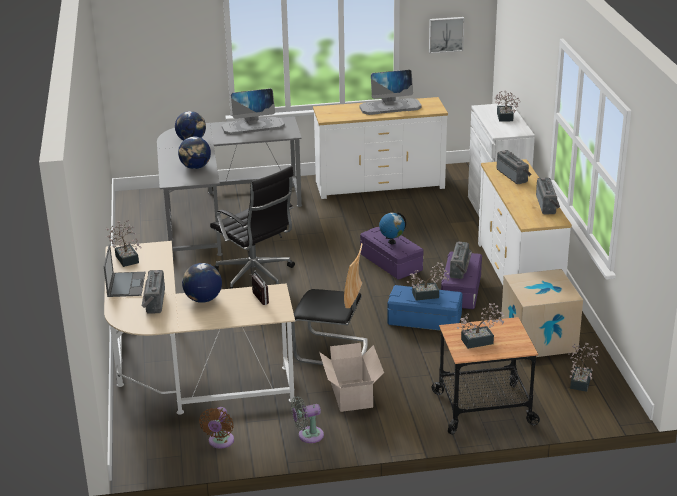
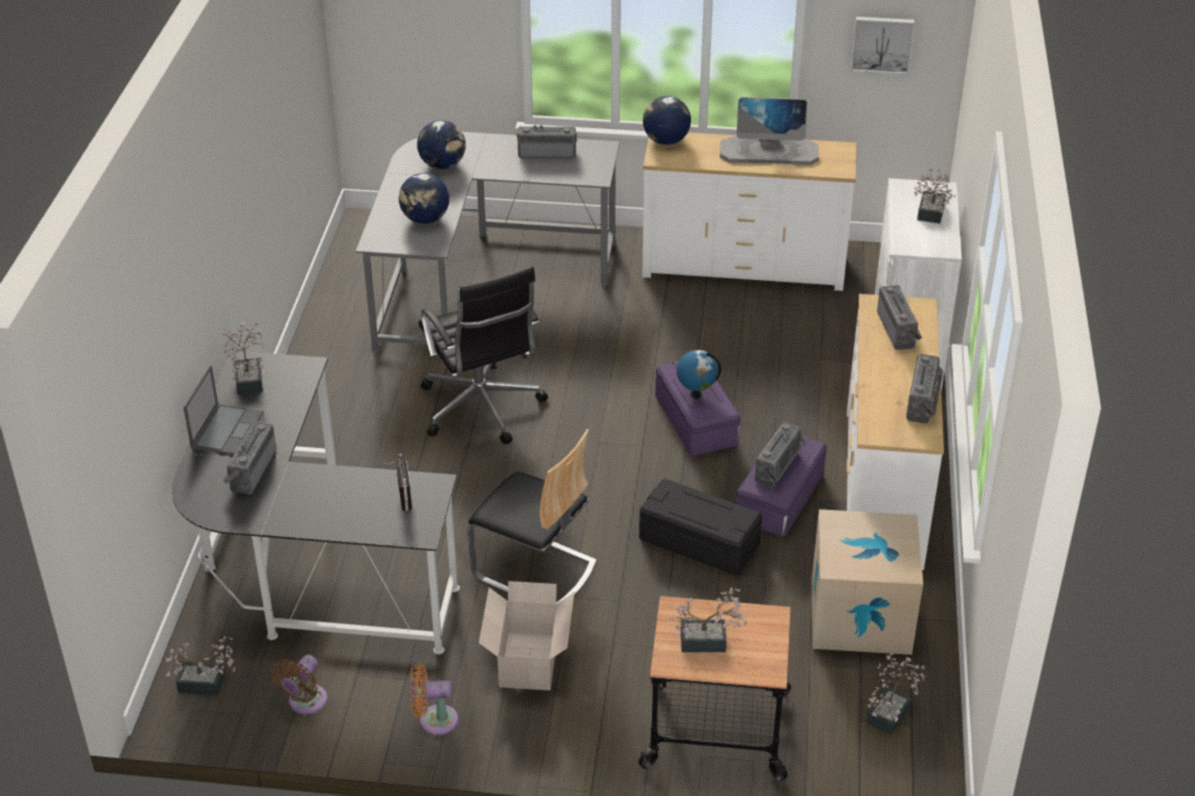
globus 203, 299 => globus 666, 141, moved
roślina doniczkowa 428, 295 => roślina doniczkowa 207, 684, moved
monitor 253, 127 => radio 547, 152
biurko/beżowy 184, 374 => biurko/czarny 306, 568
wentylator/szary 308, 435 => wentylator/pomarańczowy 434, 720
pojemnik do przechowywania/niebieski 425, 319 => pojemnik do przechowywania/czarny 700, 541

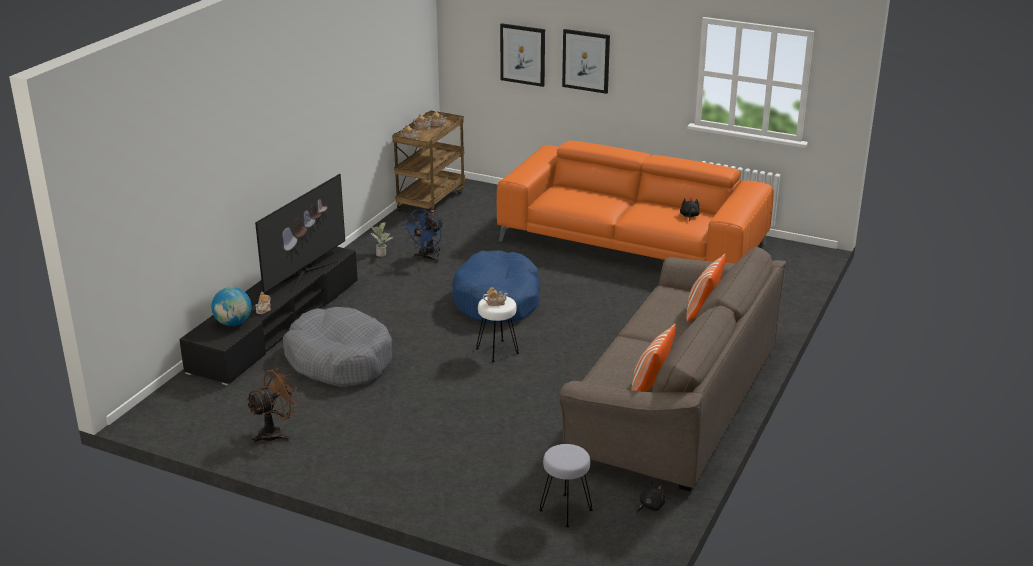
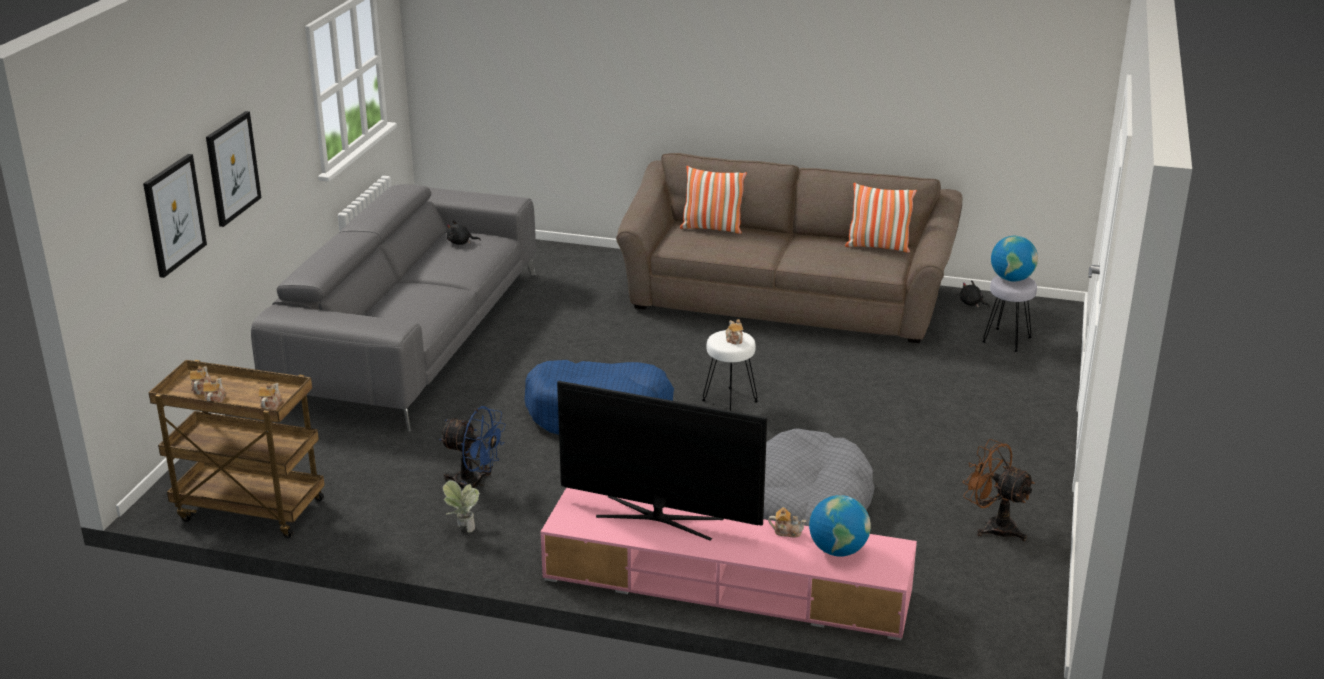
nothing => globus 1011, 279
szafka pod telewizor/czarny 276, 324 => szafka pod telewizor/różowy 725, 585
kanapa/pomarańczowy 632, 243 => kanapa/szary 410, 336

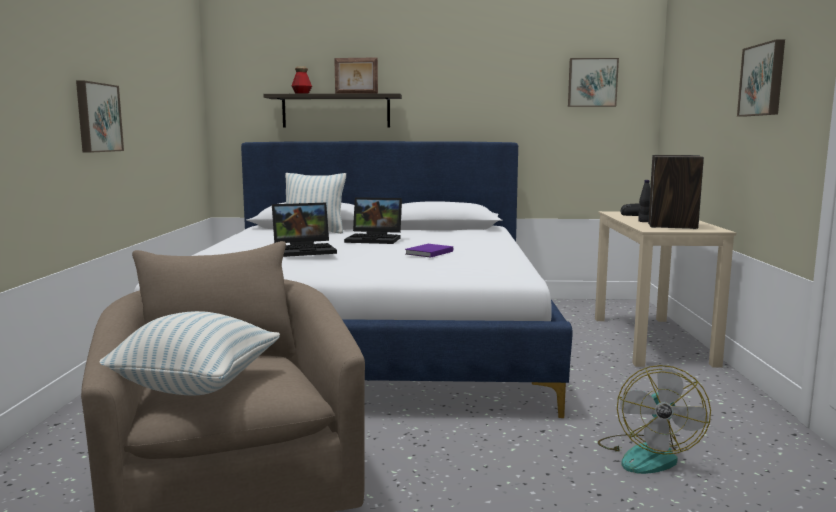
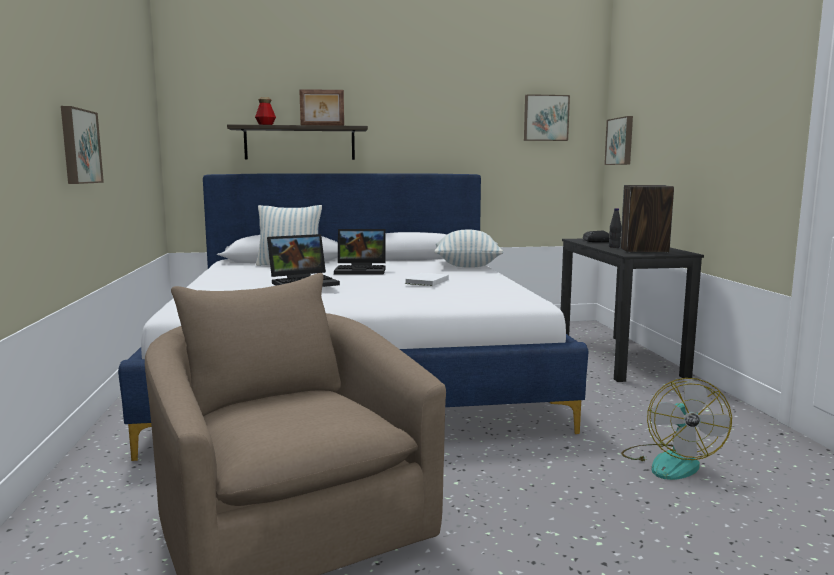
poduszka 195, 385 => poduszka 467, 266, moved
obraz 763, 80 => obraz 620, 141, moved
książka/fioletowy 428, 253 => książka/biały 426, 282
biurko/beżowy 651, 340 => biurko/czarny 619, 357

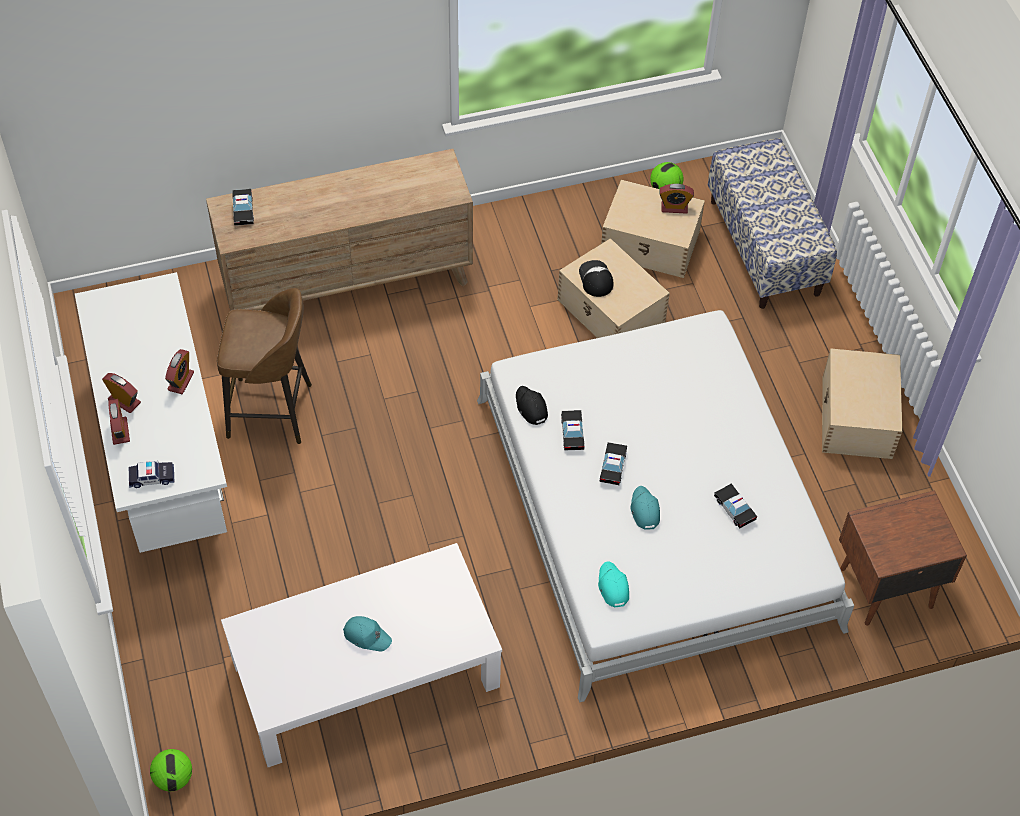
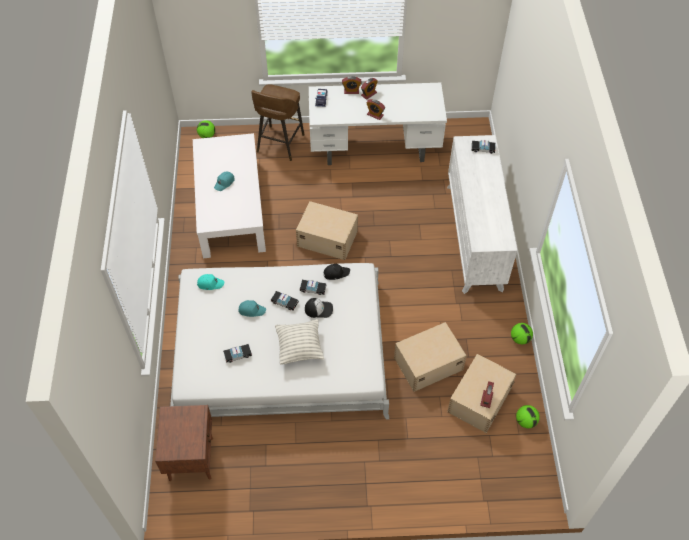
ławka 765, 247 => nothing
nothing => poduszka 299, 348
nothing => piłka futbolowa 520, 339
stołek/brązowy 273, 411 => stołek/brązowy 279, 144, moved
czapka z daszkiem 595, 279 => czapka z daszkiem 319, 309, moved
pojemnik do przechowywania/beżowy 856, 418 => pojemnik do przechowywania/beżowy 327, 238, moved
komoda/brązowy 347, 282 => komoda/biały 474, 237

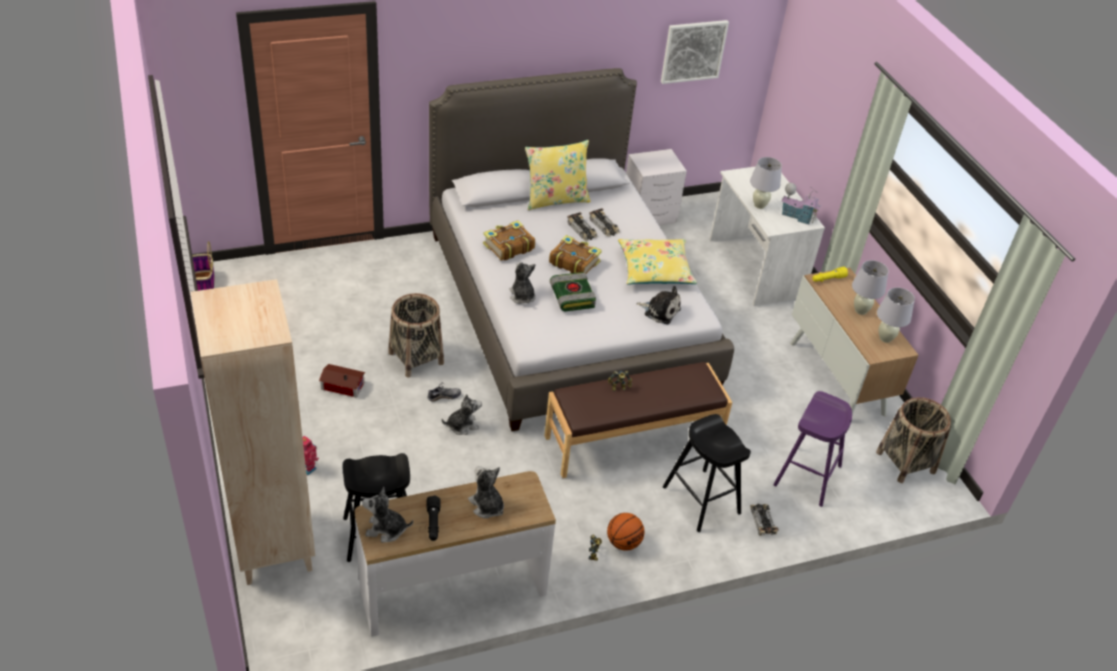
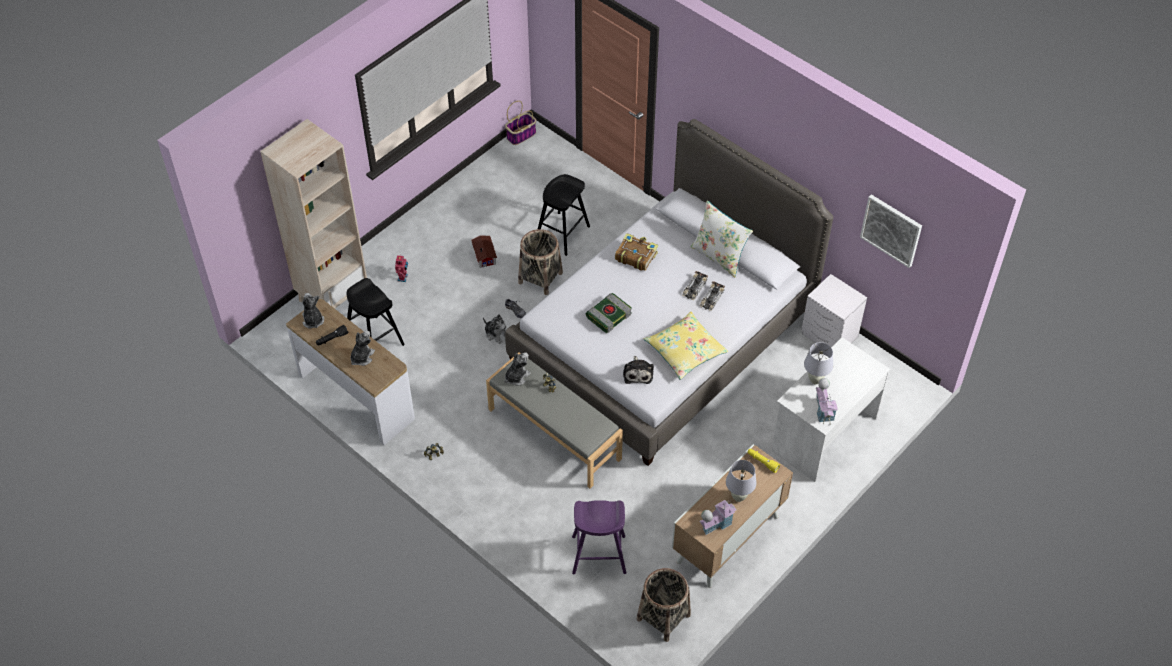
książka 574, 262 => nothing
piłka do koszykówki 623, 542 => nothing
samochodzik 762, 520 => nothing
pluszak 522, 296 => pluszak 516, 376, moved
stołek/czarny 701, 500 => stołek/czarny 562, 234, moved
lampa stołowa/biały 885, 338 => domek 716, 524
poduszka/żółty 555, 199 => poduszka/biały 719, 256
ławka/brązowy 632, 440 => ławka/szary 555, 433

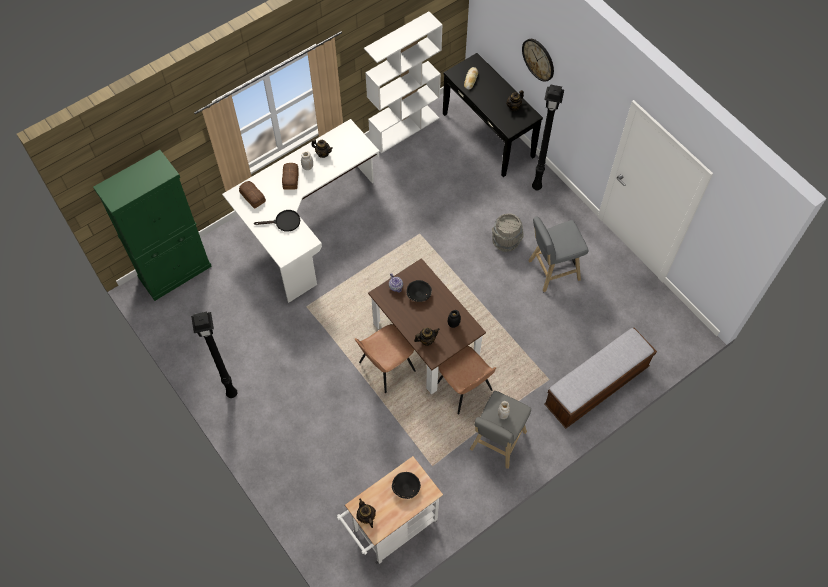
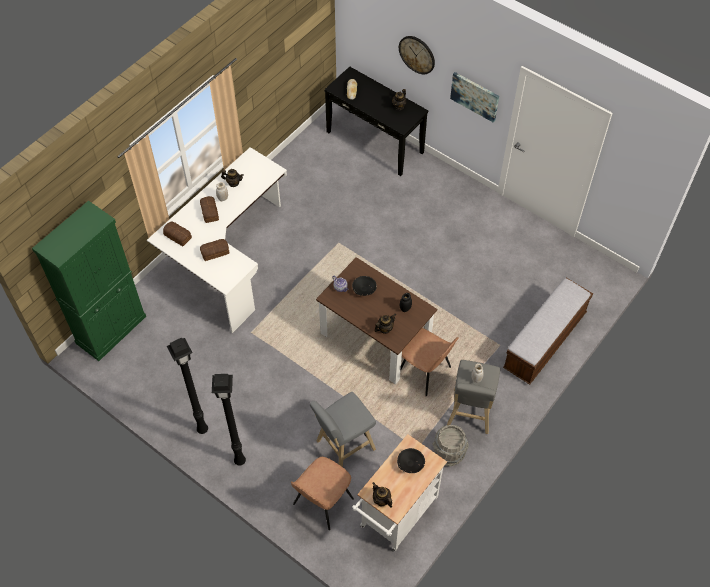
regał/biały 404, 128 => nothing
nothing => obraz 475, 96
krzesło/brązowy 385, 367 => krzesło/brązowy 322, 502, moved
wiadro/szary 505, 241 => wiadro/szary 448, 452, moved
stołek/szary 551, 271 => stołek/szary 343, 446, moved
lampa stojąca/czarny 536, 187 => lampa stojąca/czarny 239, 462, moved
patelnia/czarny 284, 222 => chleb 215, 252

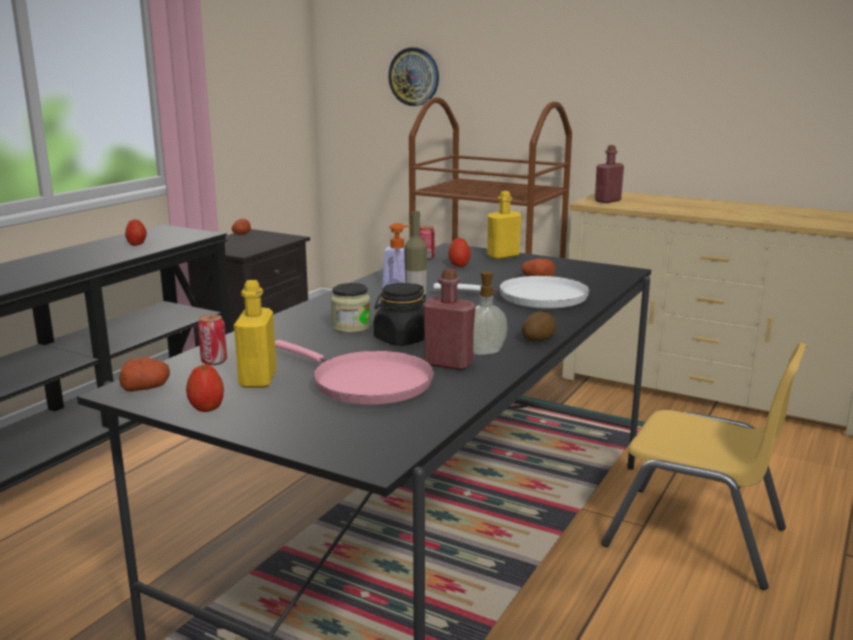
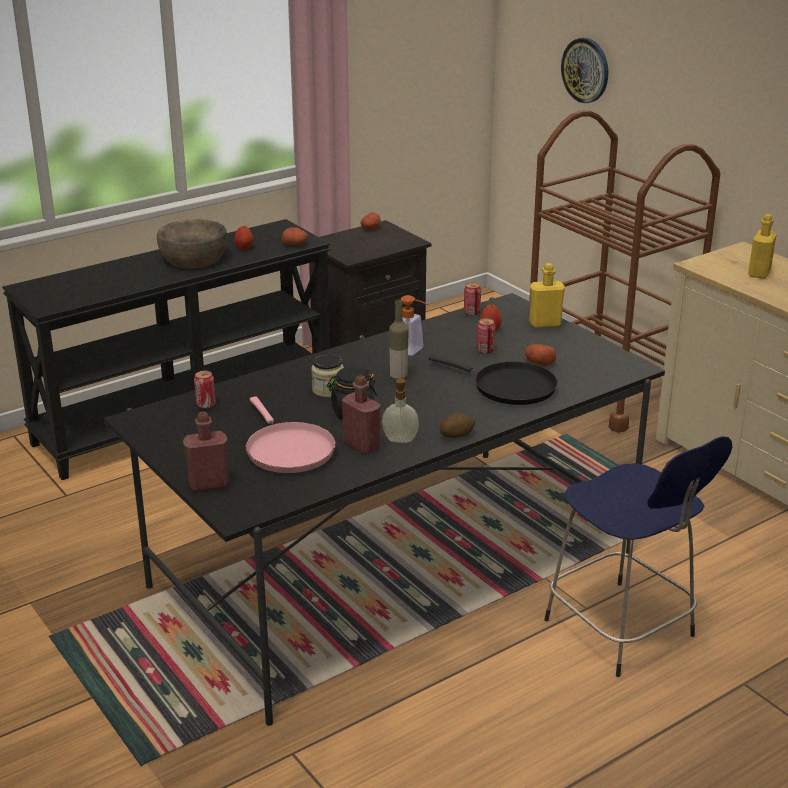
jabłko 207, 408 => nothing
nothing => miska/brązowy 193, 259
nothing => puszka 485, 350
ziemniak 146, 388 => ziemniak 295, 244, moved
butelka/żółty 258, 379 => butelka/żółty 759, 273, moved
butelka/czerwony 607, 201 => butelka/czerwony 208, 484, moved
krzesło/żółty 696, 537 => stołek/niebieski 622, 631
patelnia/biały 535, 298 => patelnia/czarny 509, 387

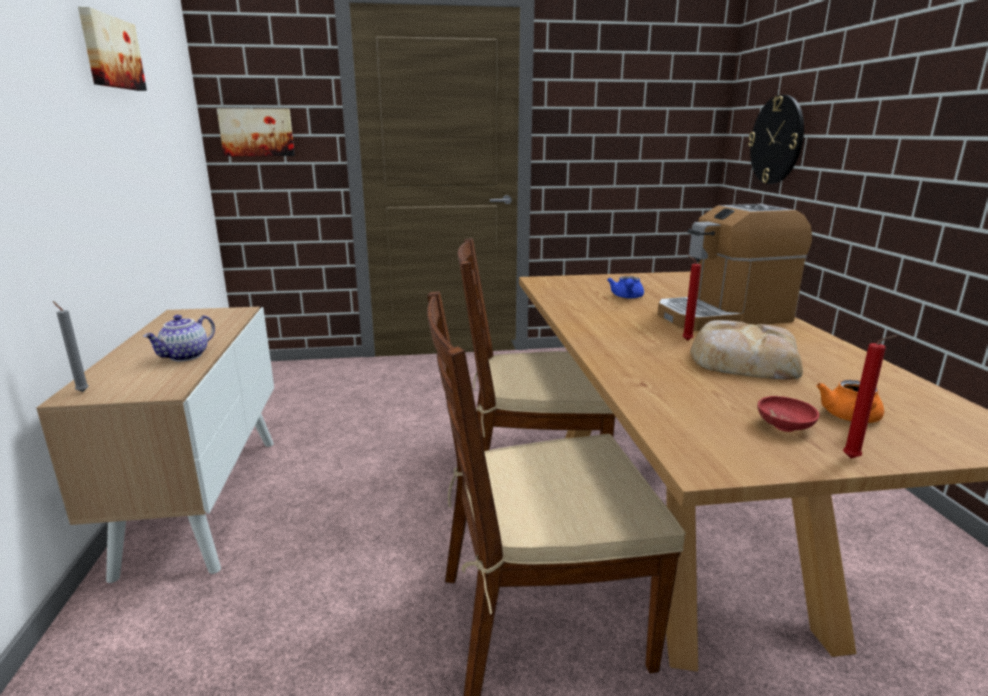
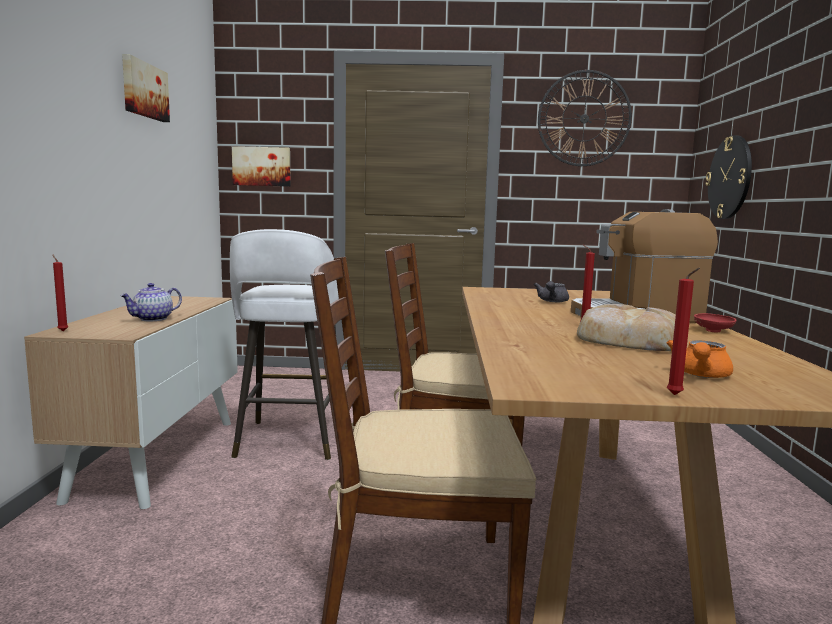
nothing => stołek/biały 289, 441
nothing => zegar ścienny 584, 118
miska/czerwony 784, 426 => miska/czerwony 713, 331, moved
świeca/szary 81, 391 => świeca/czerwony 62, 331
imbryk/niebieski 627, 297 => imbryk/szary 552, 301

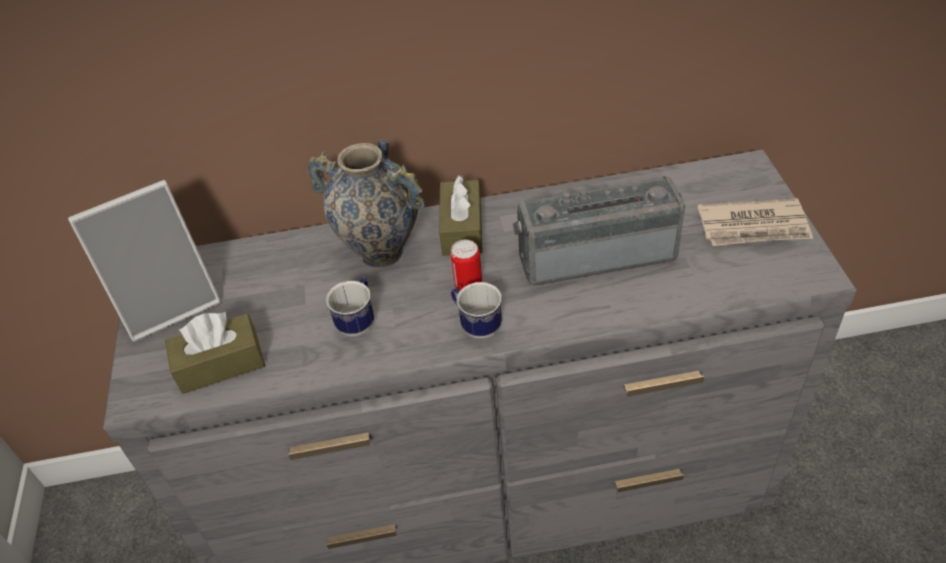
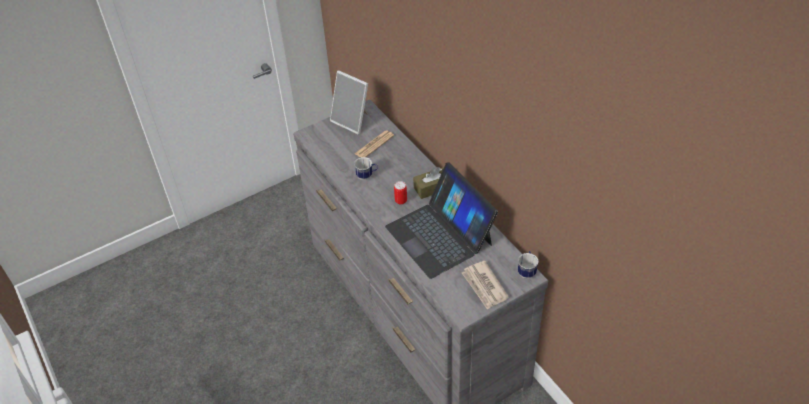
pudełko chusteczek/brązowy 220, 364 => nothing
wazon 381, 252 => nothing
nothing => gazeta 374, 145
kubek 476, 325 => kubek 527, 271, moved
radio 595, 252 => laptop 439, 235

